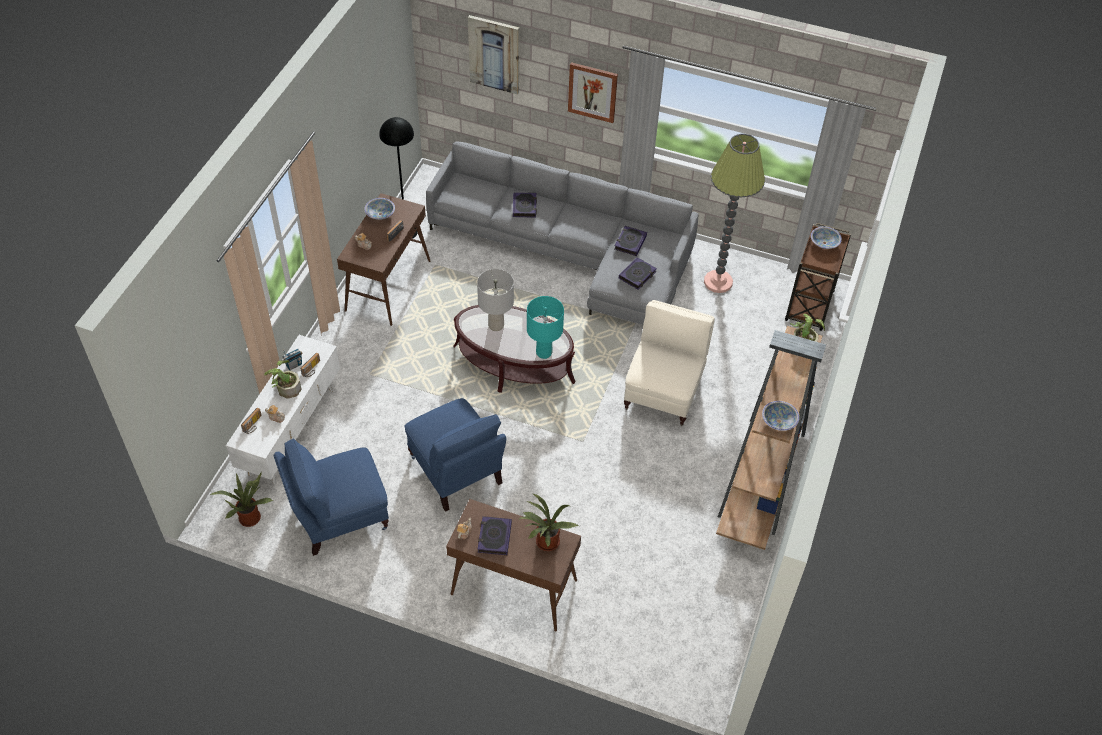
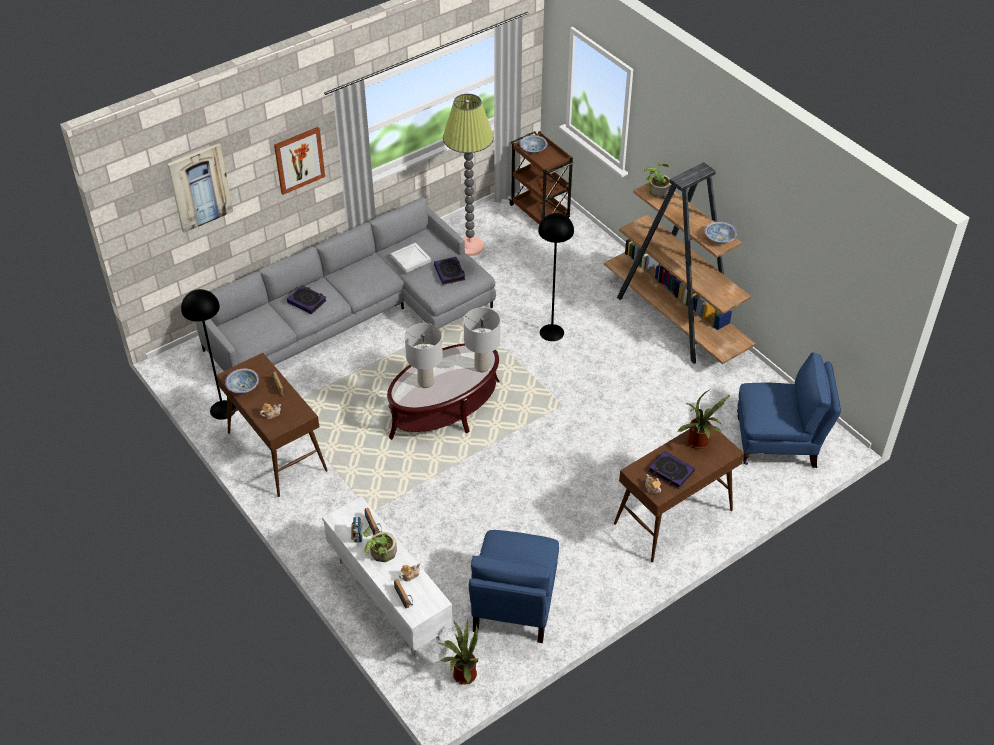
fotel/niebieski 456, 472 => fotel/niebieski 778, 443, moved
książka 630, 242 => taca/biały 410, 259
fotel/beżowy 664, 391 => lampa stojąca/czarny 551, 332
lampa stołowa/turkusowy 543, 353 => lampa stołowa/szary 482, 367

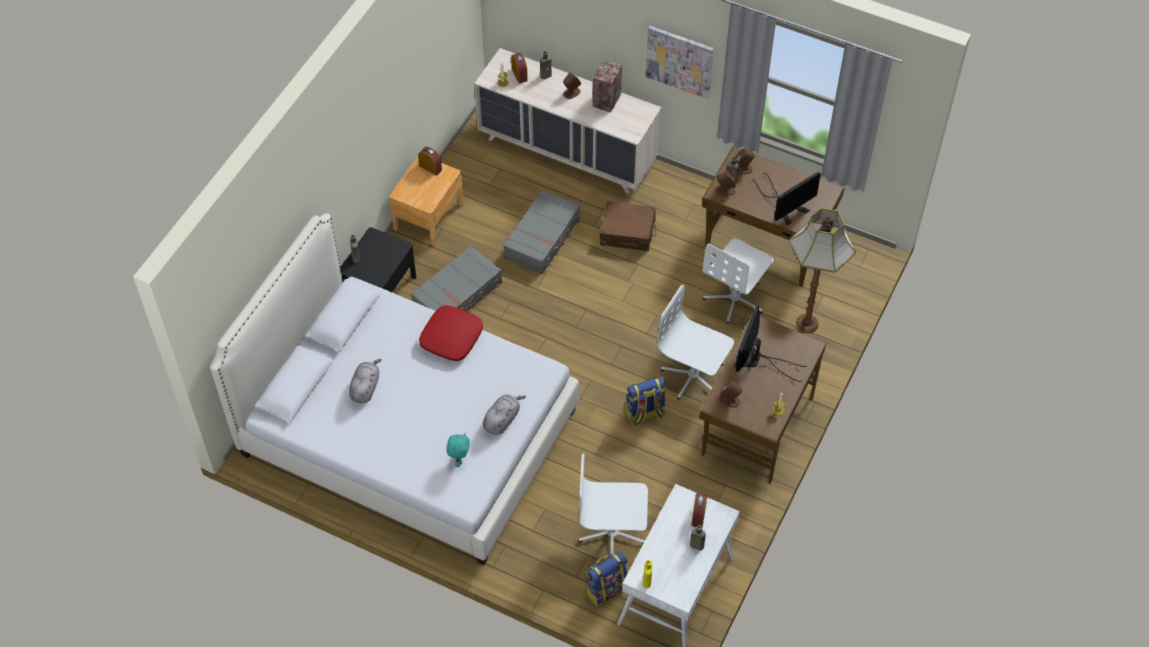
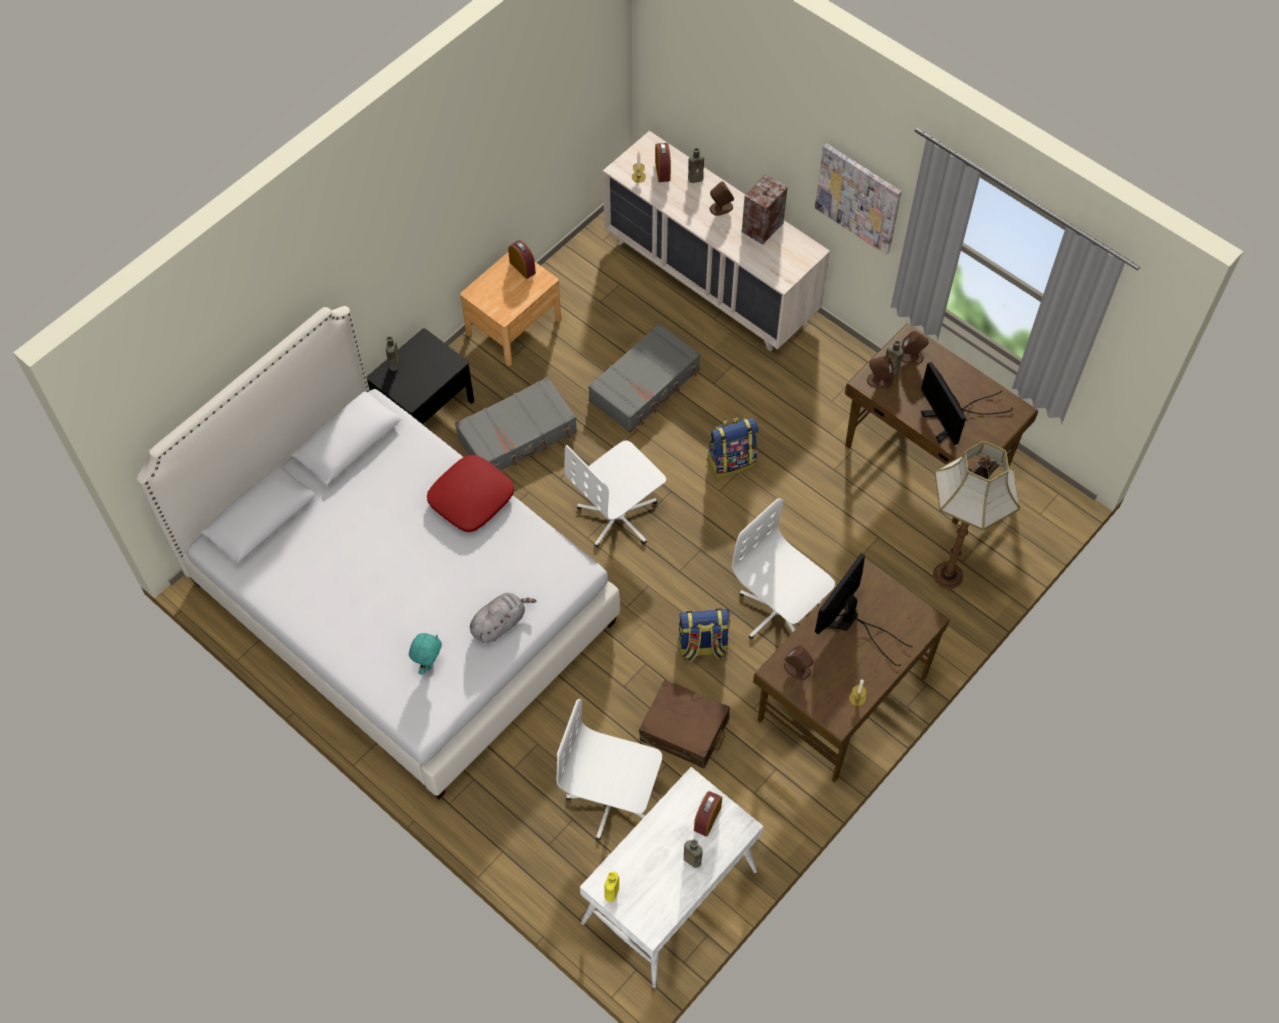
pluszak/szary 365, 388 => nothing
plecak 606, 589 => plecak 731, 461, moved
walizka/brązowy 627, 232 => walizka/brązowy 684, 730, moved
krzesło biurowe/biały 735, 299 => krzesło biurowe/biały 618, 516, moved
monitor 786, 206 => monitor 952, 419, 90 degrees clockwise

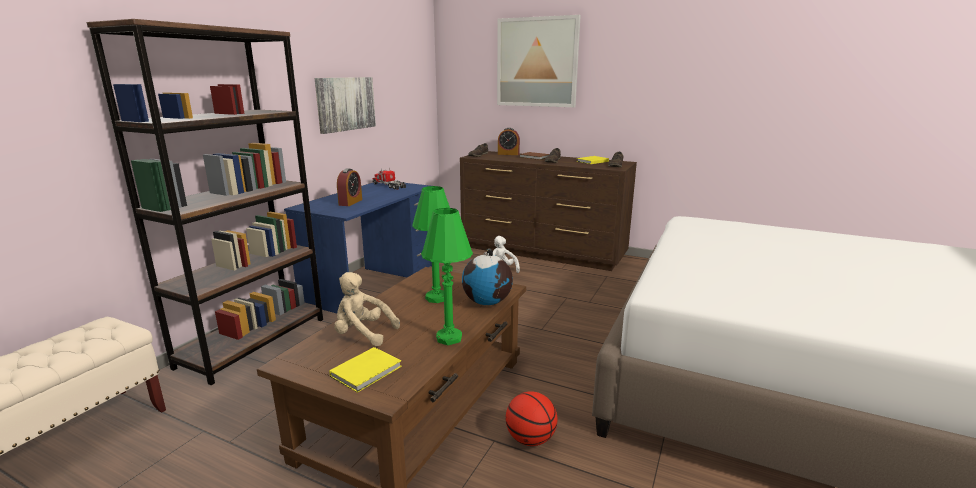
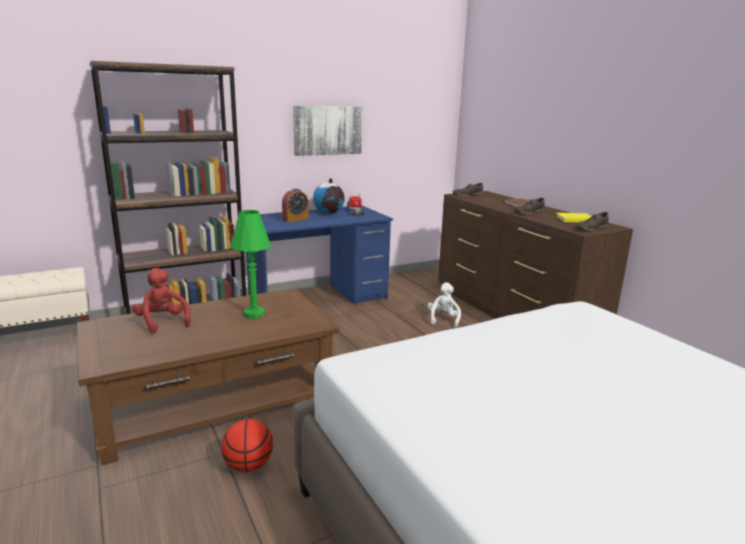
książka/żółty 368, 371 => nothing
lampa stołowa/zielony 449, 338 => nothing
obraz 537, 62 => nothing
budzik 508, 154 => nothing
globus 487, 302 => globus 329, 213, moved
pluszak/beżowy 363, 334 => pluszak/czerwony 162, 322

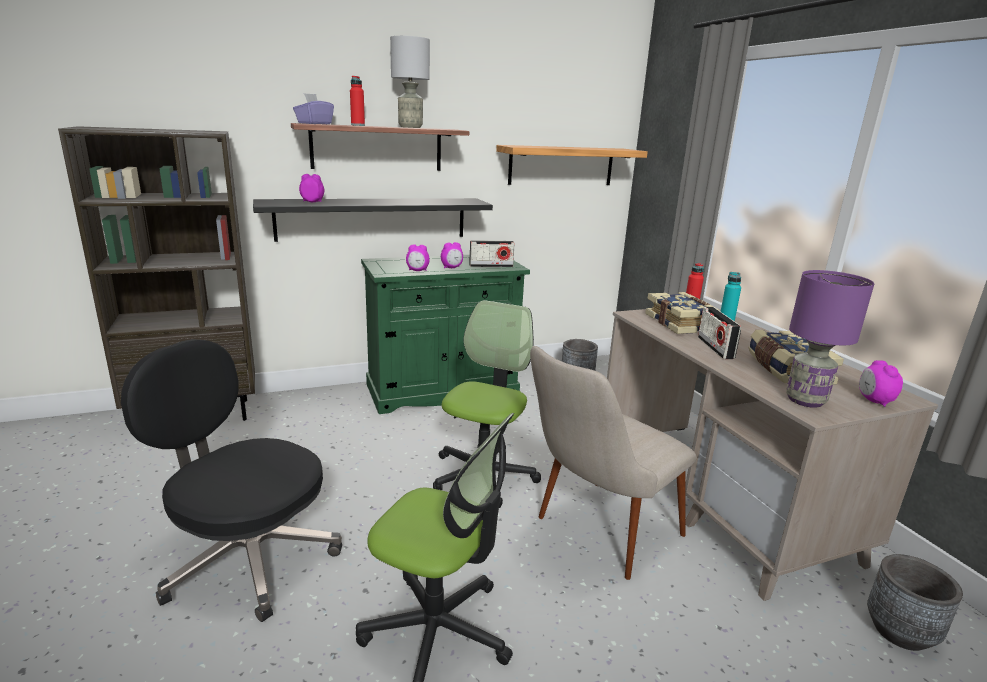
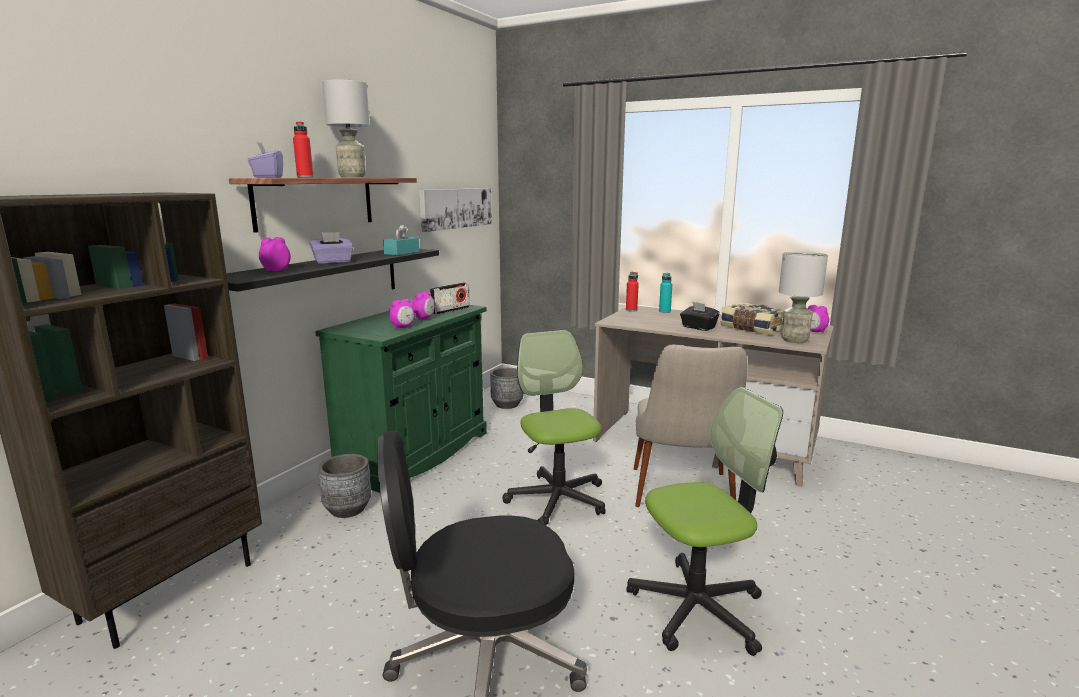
książka 681, 323 => nothing
nothing => pudełko chusteczek/fioletowy 333, 262
nothing => pudełko chusteczek/turkusowy 402, 253
donica/szary 900, 632 => donica/szary 348, 509, moved
półka 561, 166 => obraz 456, 208
radio 715, 348 => pudełko chusteczek/czarny 698, 327
lampa stołowa/fioletowy 805, 400 => lampa stołowa/szary 794, 340

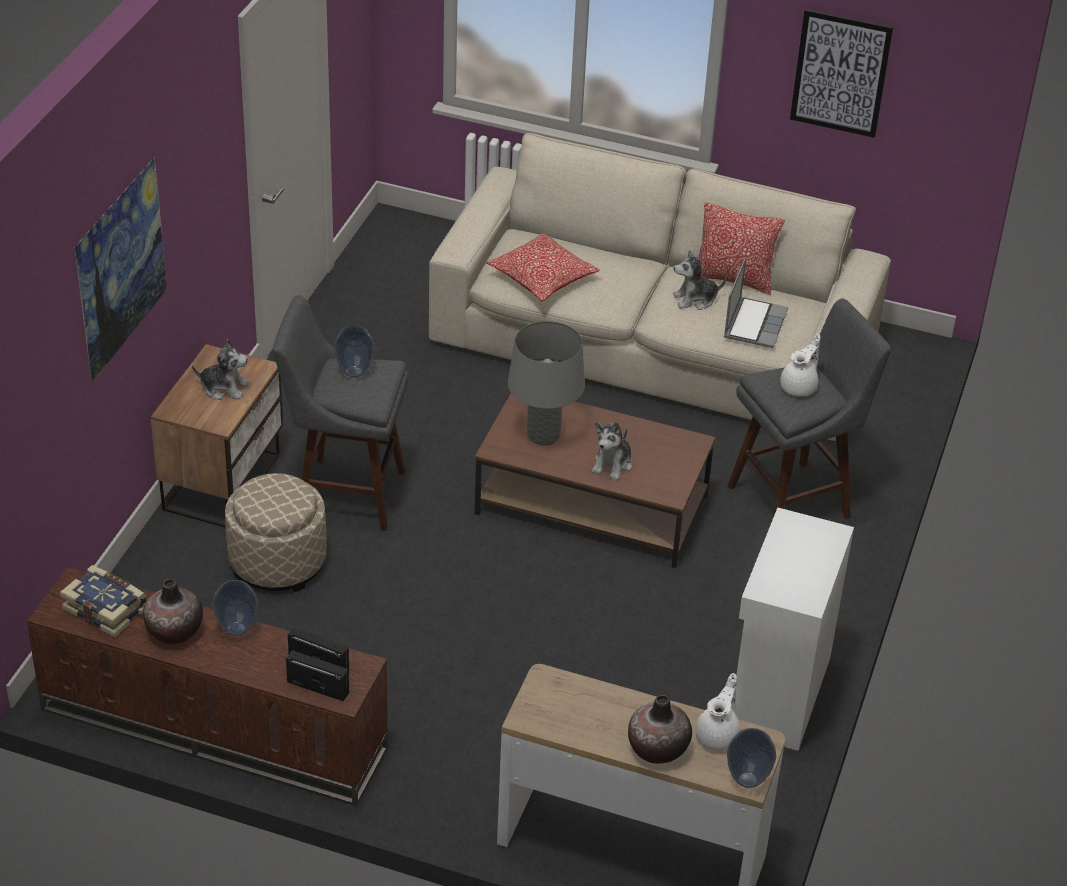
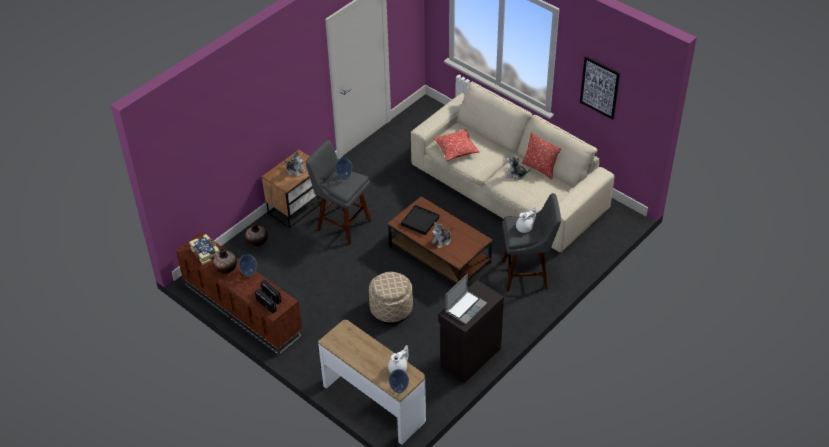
obraz 126, 302 => nothing
pufa/beżowy 277, 562 => pufa/beżowy 391, 309, moved
wazon 657, 748 => wazon 257, 241, moved
laptop 754, 323 => laptop 465, 307, moved
lampa stołowa/szary 543, 436 => taca/czarny 420, 221
szafka/biały 777, 694 => szafka/czarny 469, 357

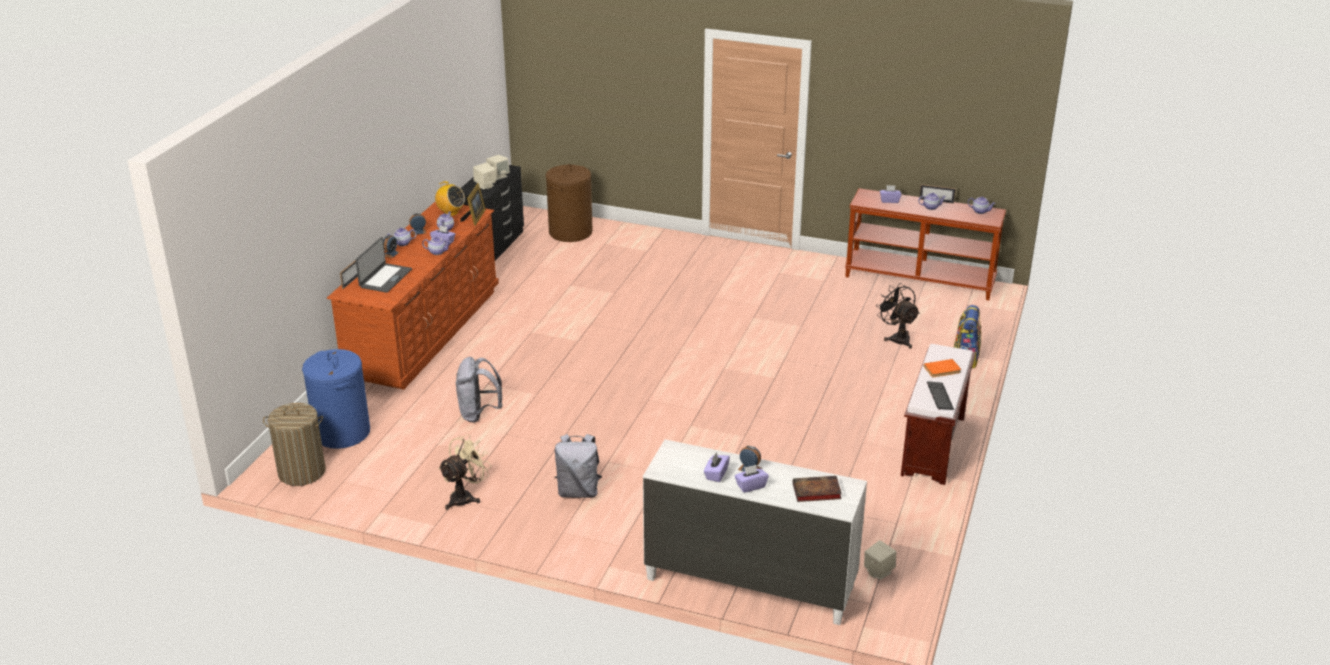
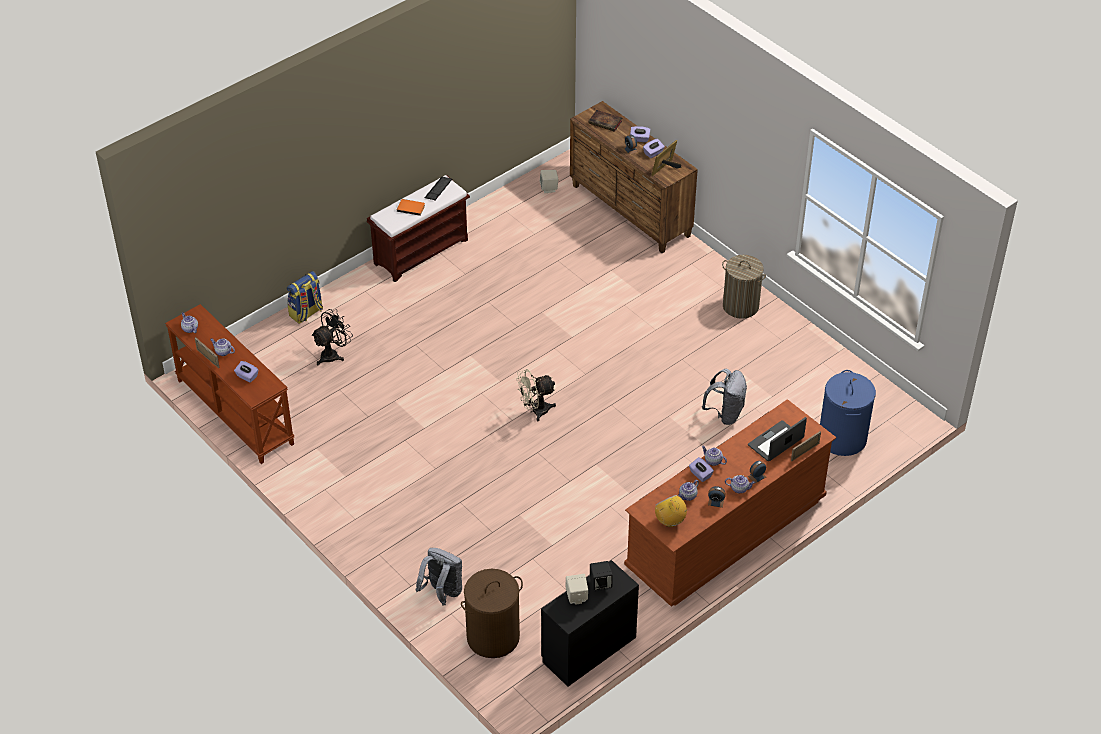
kosz na pranie 302, 472 => kosz na pranie 740, 306, moved
wentylator/beżowy 465, 497 => wentylator/beżowy 535, 411, moved
ramka na zdjęcie 475, 218 => ramka na zdjęcie 666, 168, moved
plecak/szary 578, 491 => plecak/szary 442, 593, moved
głośnik/beżowy 485, 185 => głośnik/czarny 600, 584
komoda/biały 749, 582 => komoda/brązowy 630, 211
wentylator/czarny 897, 338 => wentylator/czarny 333, 354, 135 degrees counterclockwise

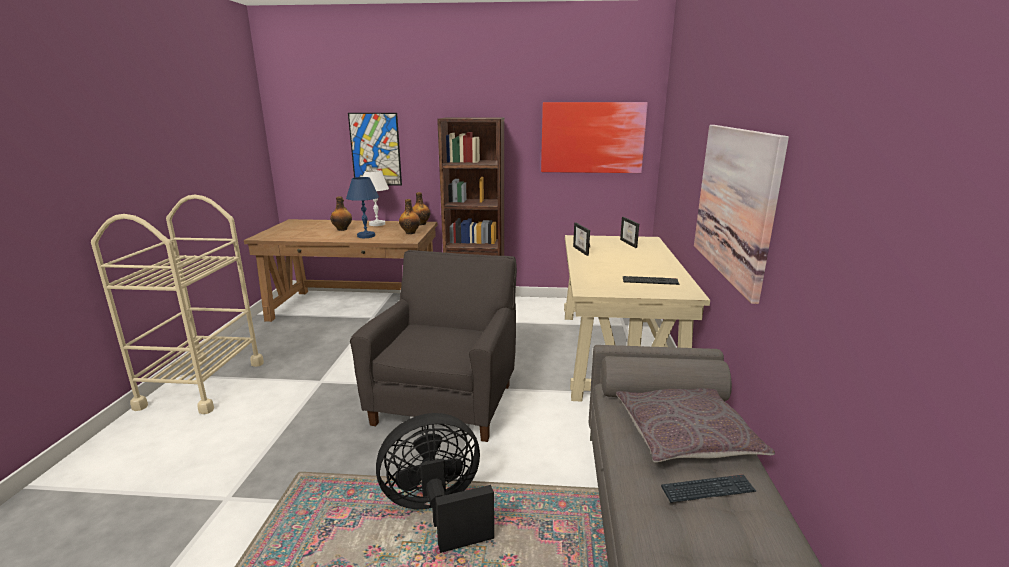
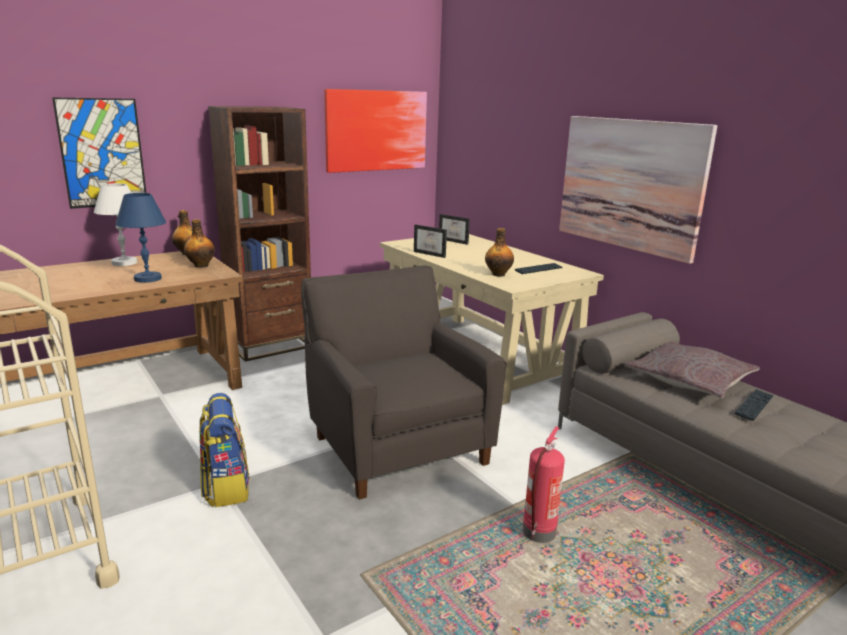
nothing => plecak 225, 487
butelka 342, 229 => butelka 498, 274, moved
wentylator/czarny 438, 511 => gaśnica 539, 534

